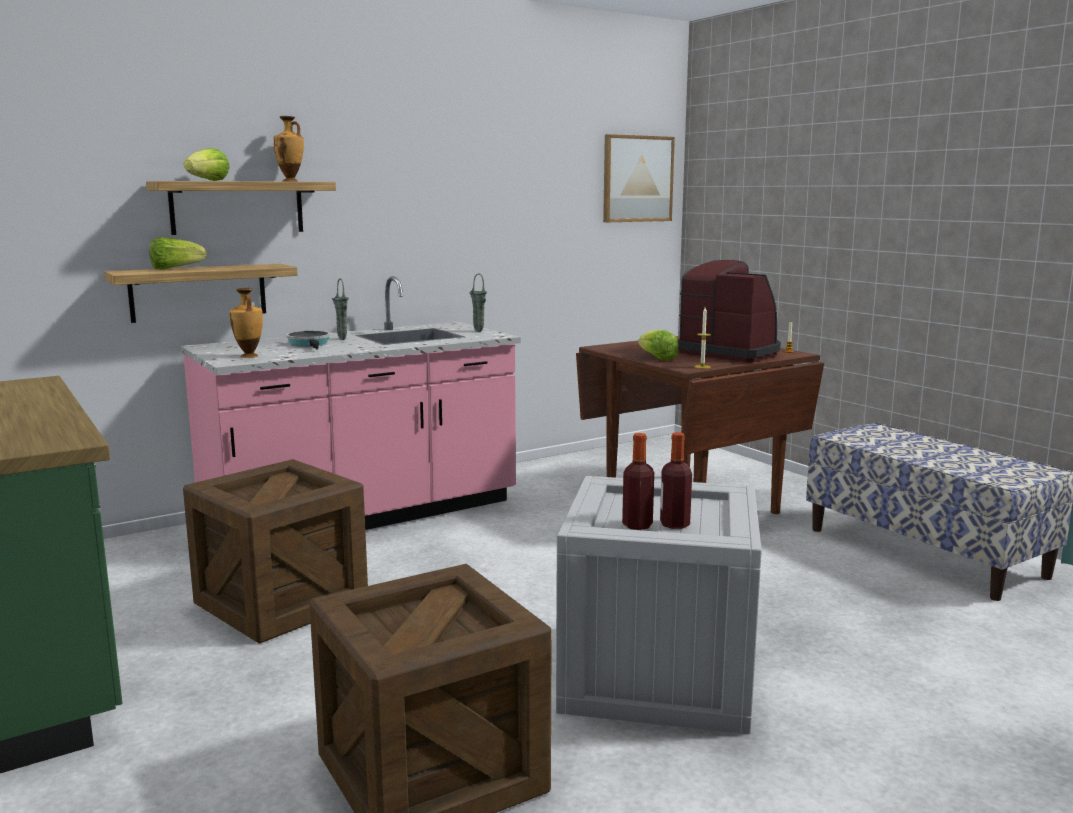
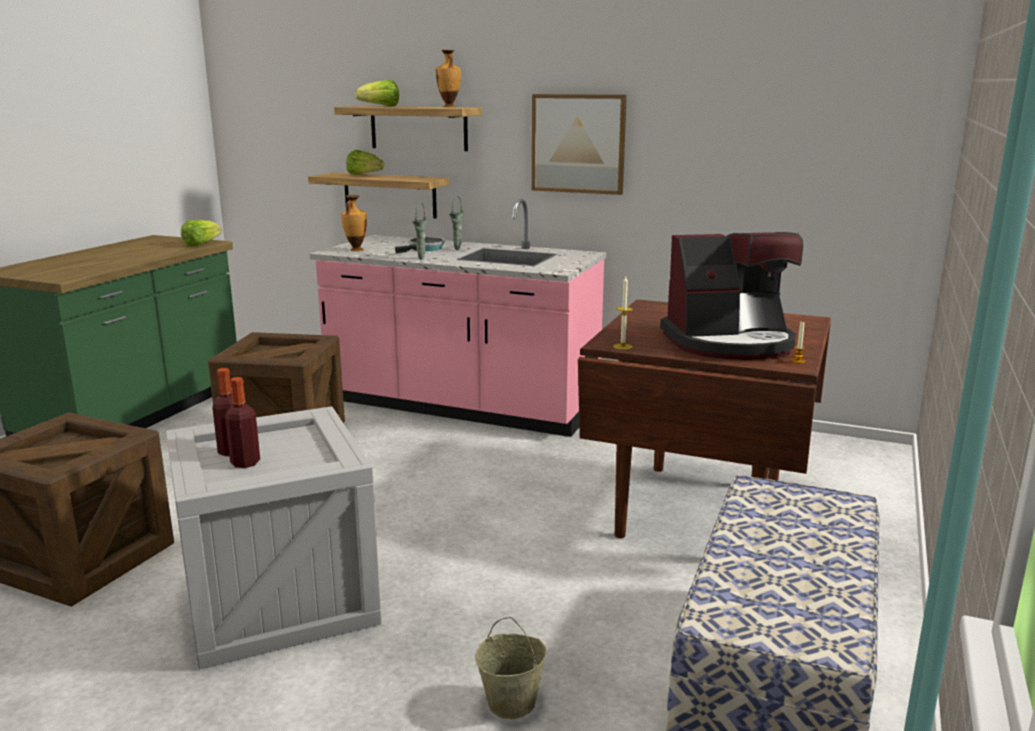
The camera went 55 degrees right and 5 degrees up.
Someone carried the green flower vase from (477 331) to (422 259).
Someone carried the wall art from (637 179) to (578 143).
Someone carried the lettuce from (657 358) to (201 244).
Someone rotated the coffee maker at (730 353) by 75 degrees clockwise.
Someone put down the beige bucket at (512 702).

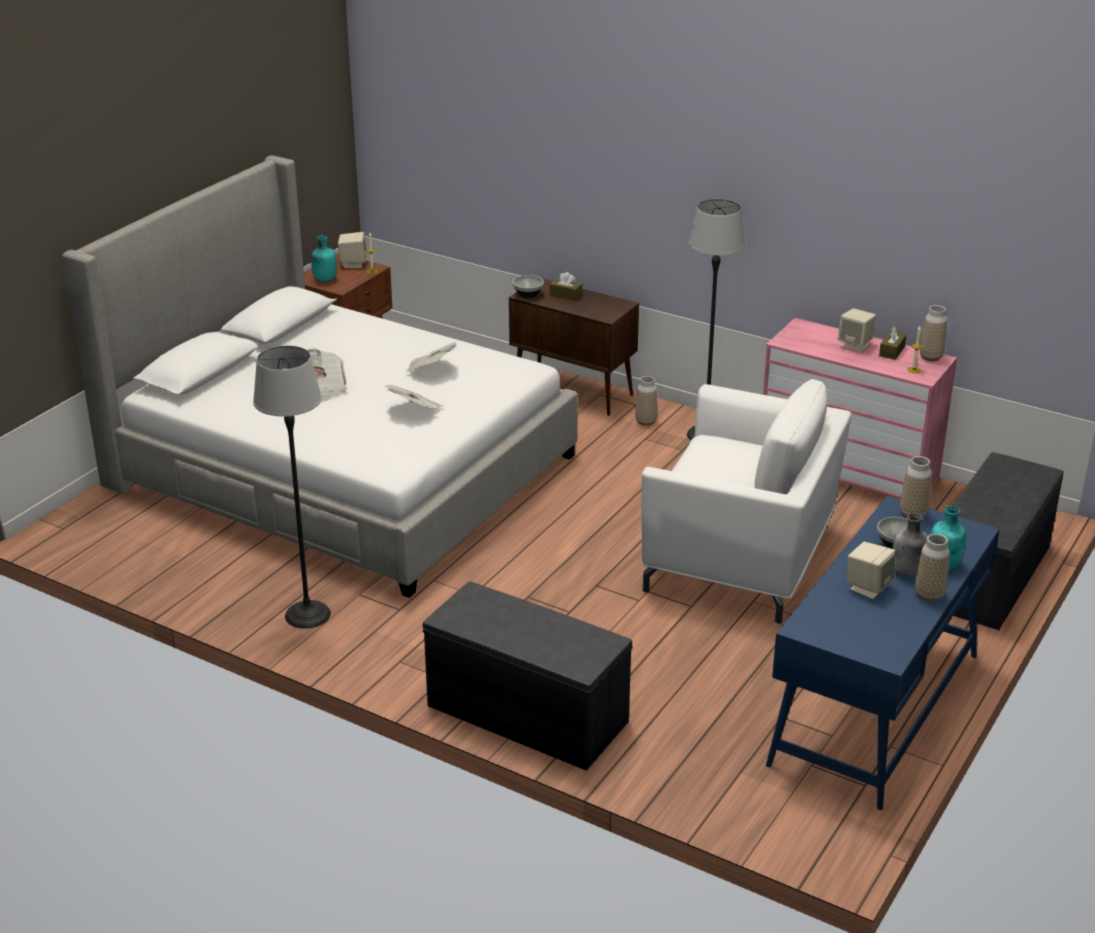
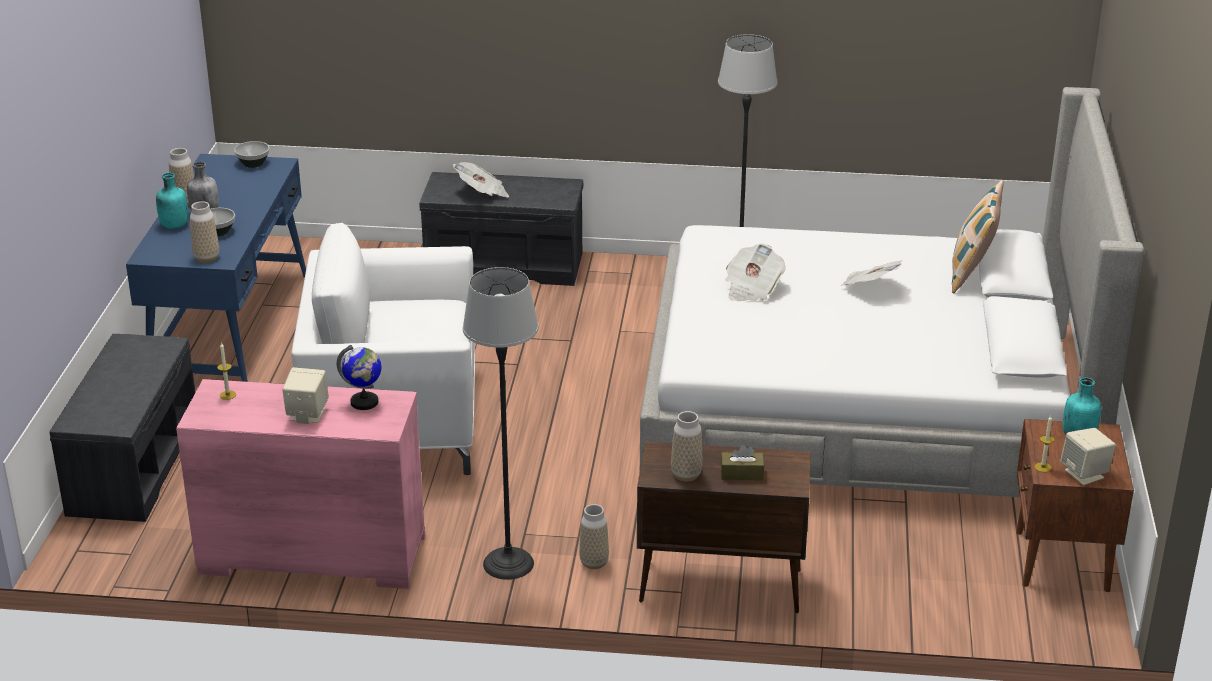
The camera went 155 degrees right and 0 degrees up.
Someone carried the newspaper from (431 369) to (482 193).
Someone carried the bowl from (528 295) to (253 164).
Someone took away the beige speaker at (868 587).
Someone took away the brownish tissue box at (892 351).
Someone carried the flower vase from (930 357) to (686 475).
Someone put down the desk globe at (364 402).
Someone put down the pillow at (972 274).

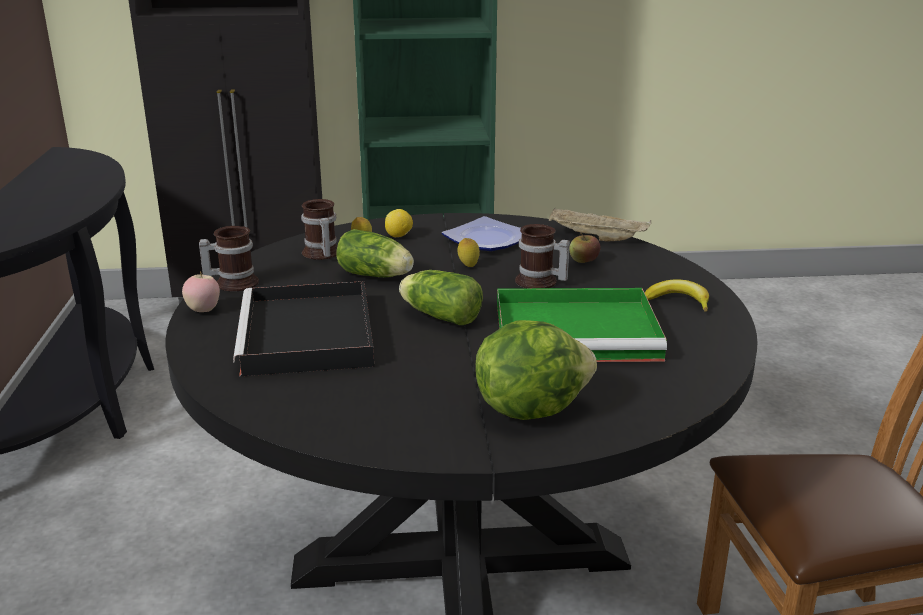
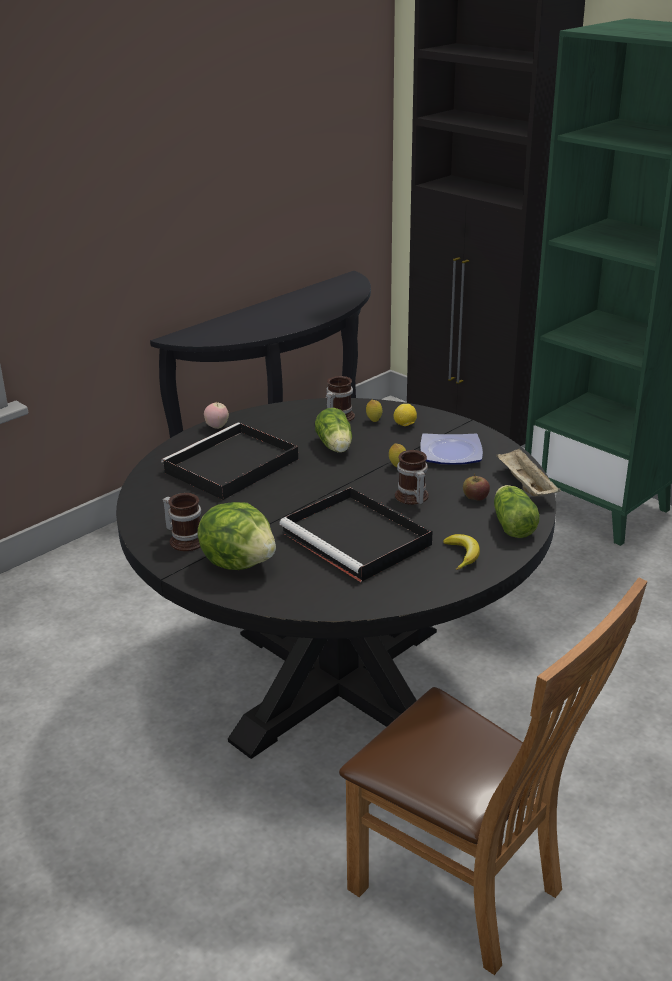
The camera went 50 degrees right and 5 degrees up.
Someone carried the tea mug from (233 282) to (186 539).
Someone carried the lettuce from (439 316) to (512 524).
Someone repainted the green tray at (579 332), which became the black-coloured tray at (358 539).

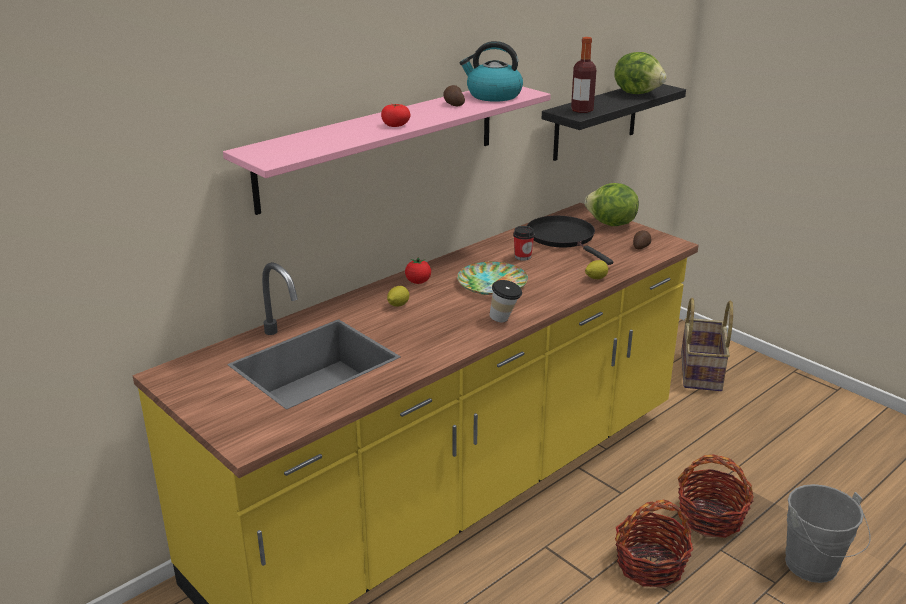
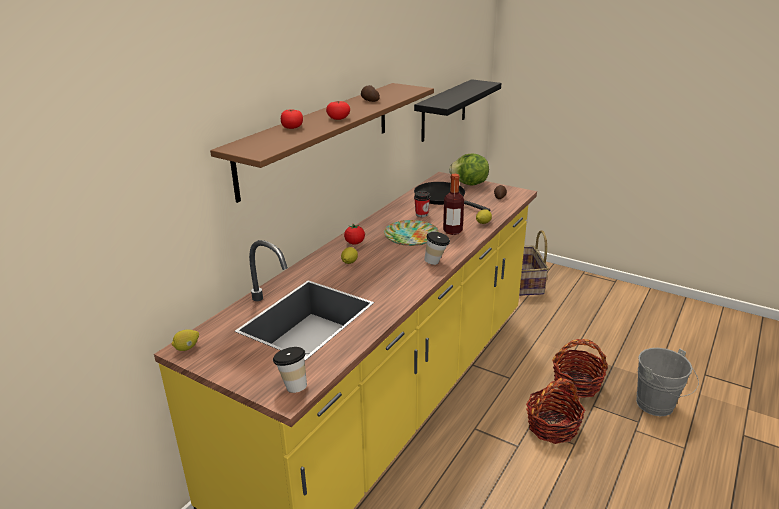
The camera went 15 degrees left and 0 degrees up.
Someone repainted the pink-coloured shelf at (381 144), which became the brownish shelf at (318 136).
Someone took away the tea kettle at (493 95).
Someone carried the beverage bottle from (582 110) to (452 231).
Someone took away the lettuce at (638 93).
Someone put down the citrus fruit at (187 348).
Someone put down the cup at (293 385).
Someone put down the tomato at (292 127).

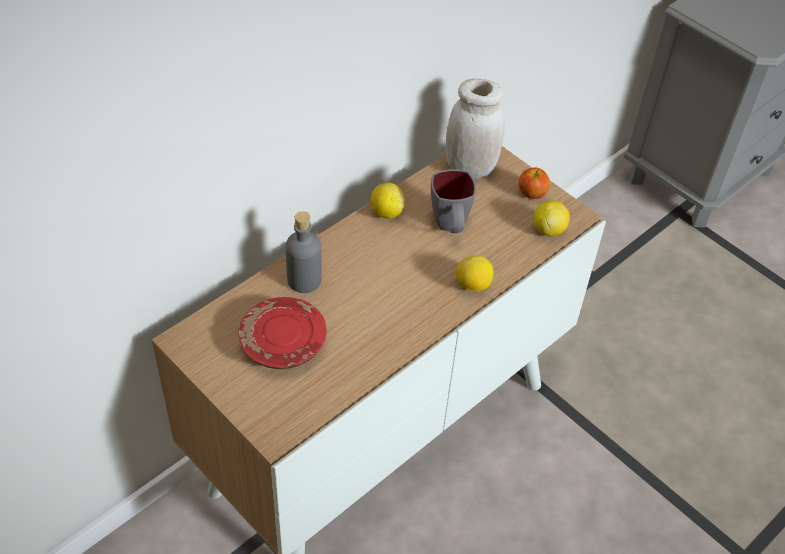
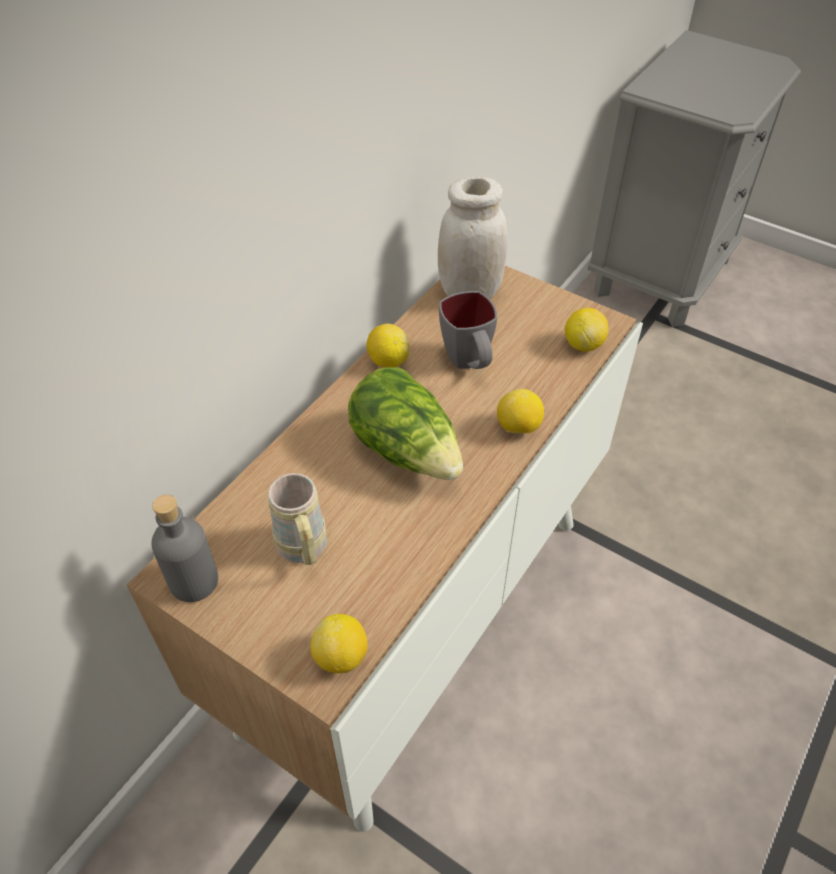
The camera went 10 degrees left and 0 degrees up.
Someone swapped the reddish plate at (283 343) for the beige tea mug at (304 552).
Someone carried the gray beverage bottle from (304 280) to (194 581).
Someone took away the apple at (531 193).
Someone put down the citrus fruit at (341 656).
Someone put down the lettuce at (407 450).

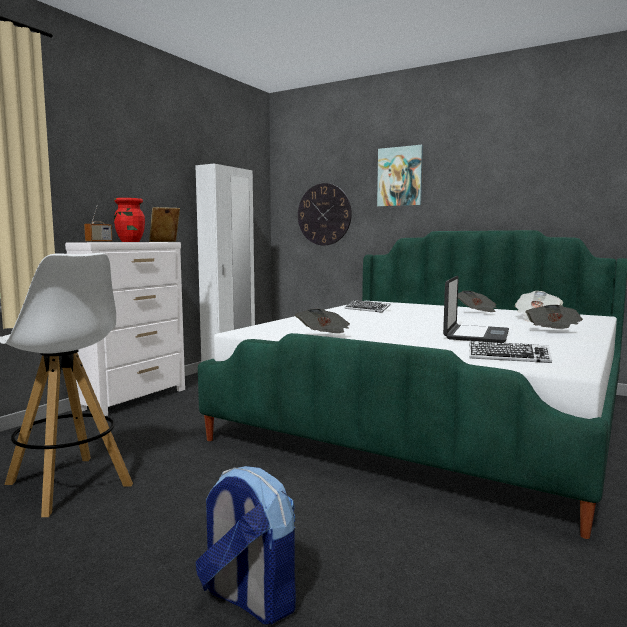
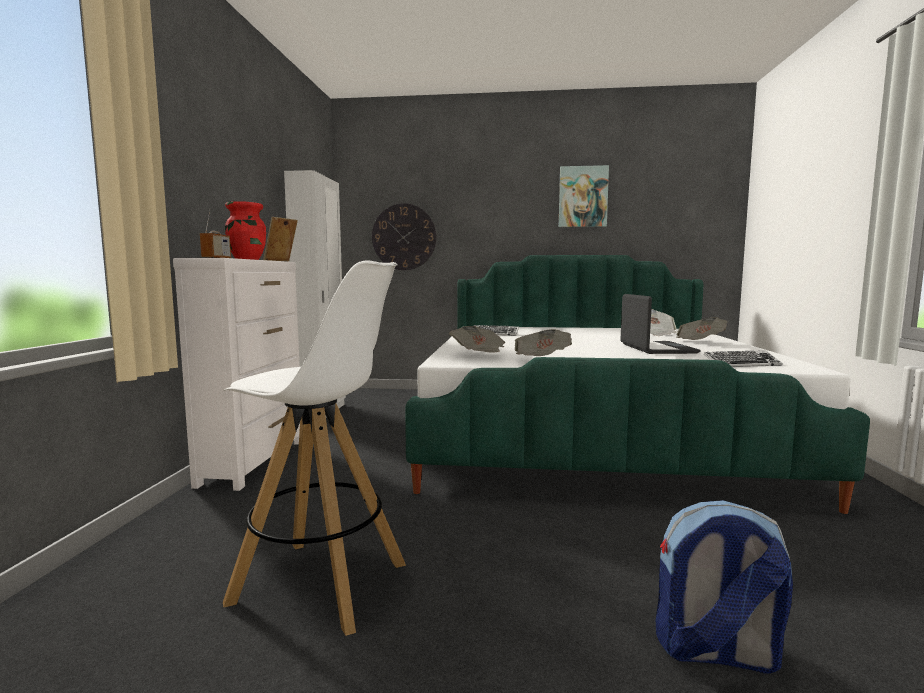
The camera went 25 degrees left and 0 degrees up.
Someone carried the wall art from (400 176) to (583 197).
Someone carried the newspaper from (477 313) to (479 356).

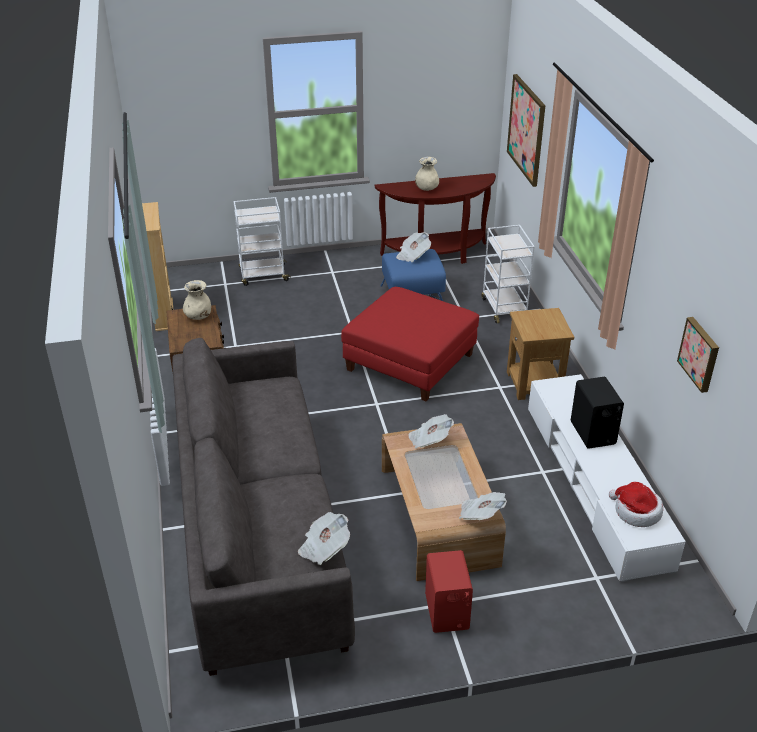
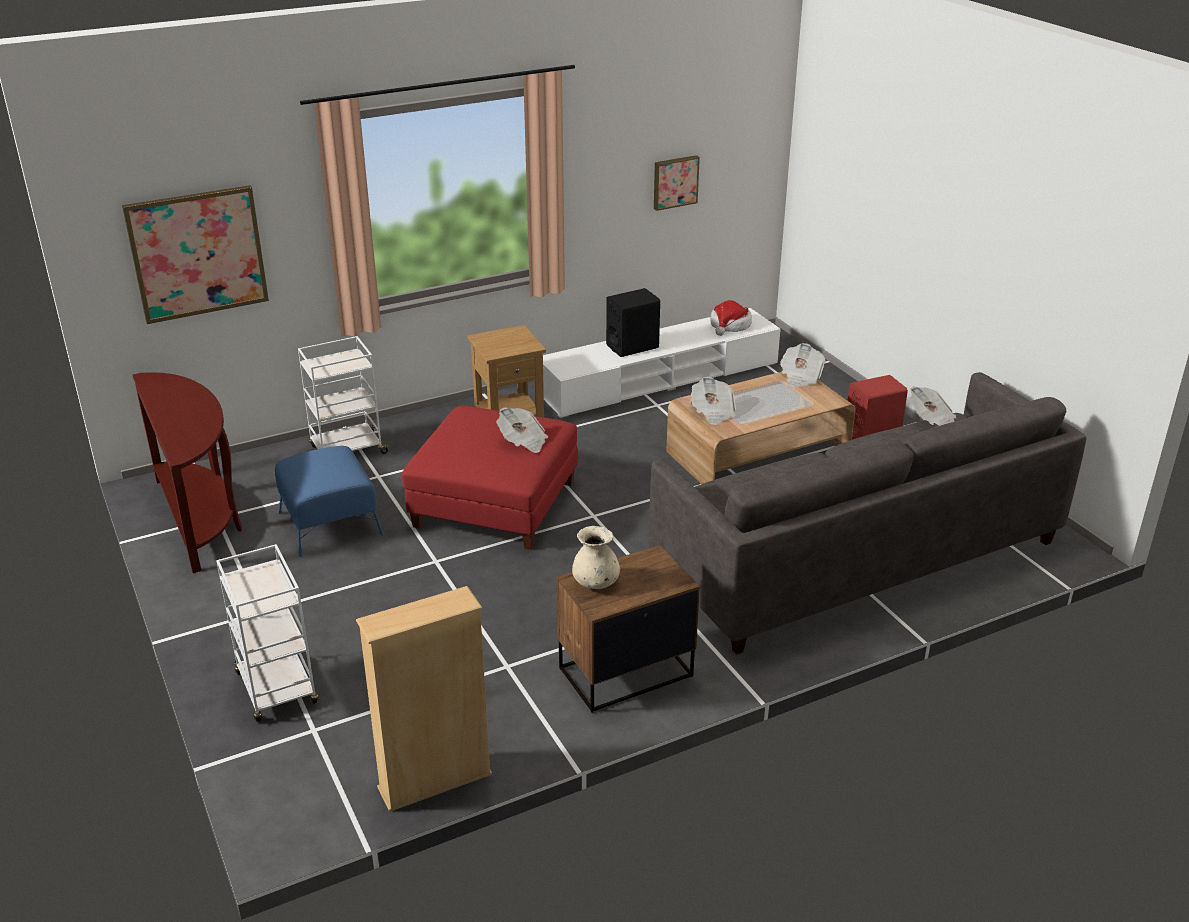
The camera went 105 degrees left and 5 degrees down.
Someone carried the newspaper from (413 255) to (523 442).
Someone took away the beige flower vase at (426 188).

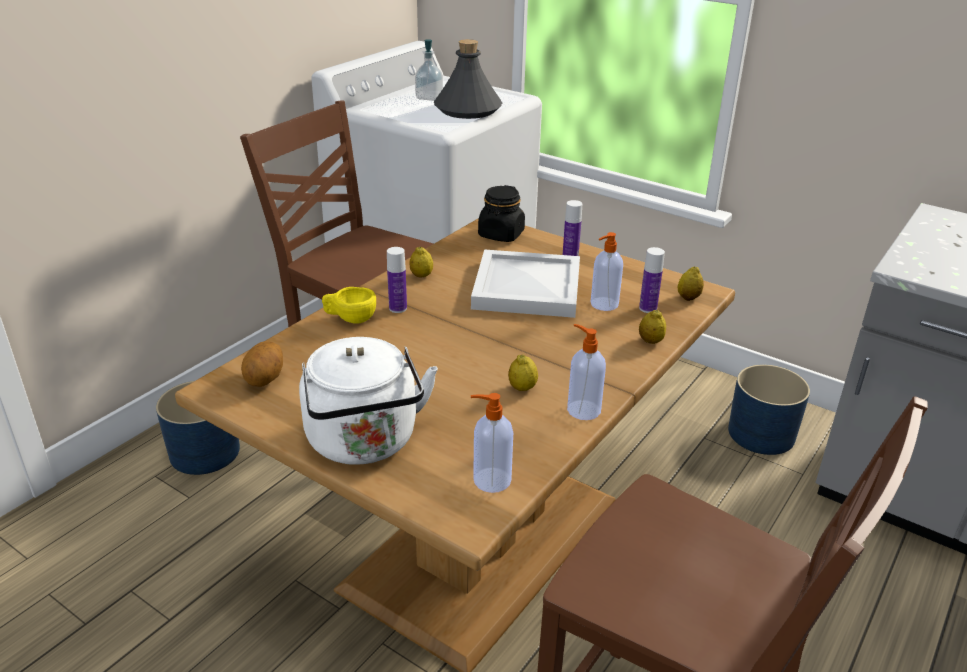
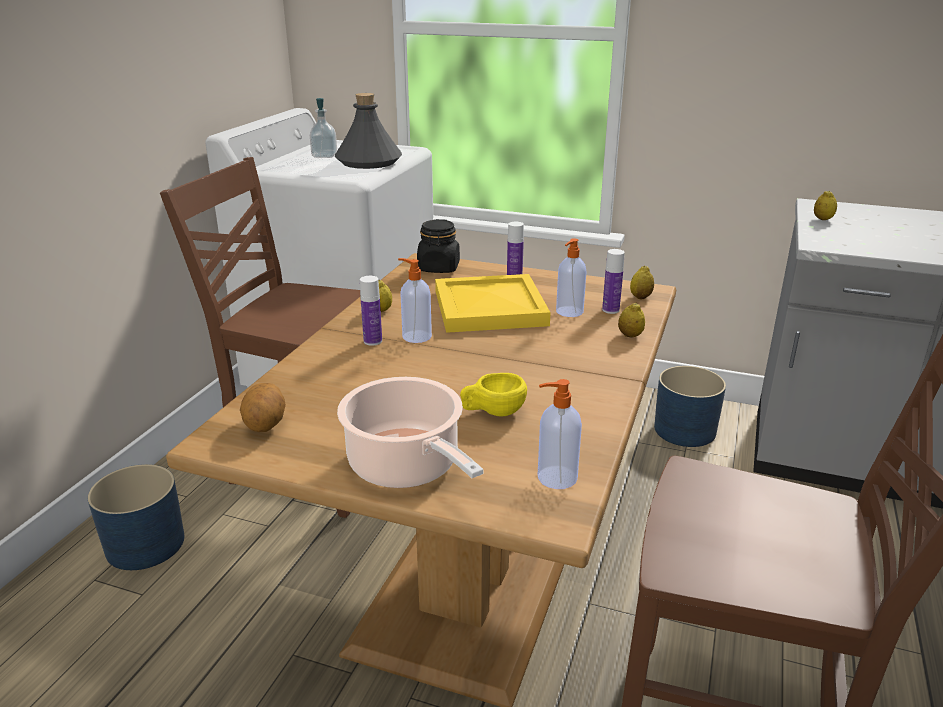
The camera went 15 degrees left and 5 degrees down.
Someone swapped the whitish tea kettle at (365 443) for the cooking pot at (407 466).
Someone carried the yellow cup from (350 319) to (493 412).
Someone repainted the whitish tray at (525 288), which became the yellow tray at (488 308).
Someone carried the citrus fruit from (522 388) to (822 219).
Someone carried the soap dispenser from (582 409) to (415 336).

